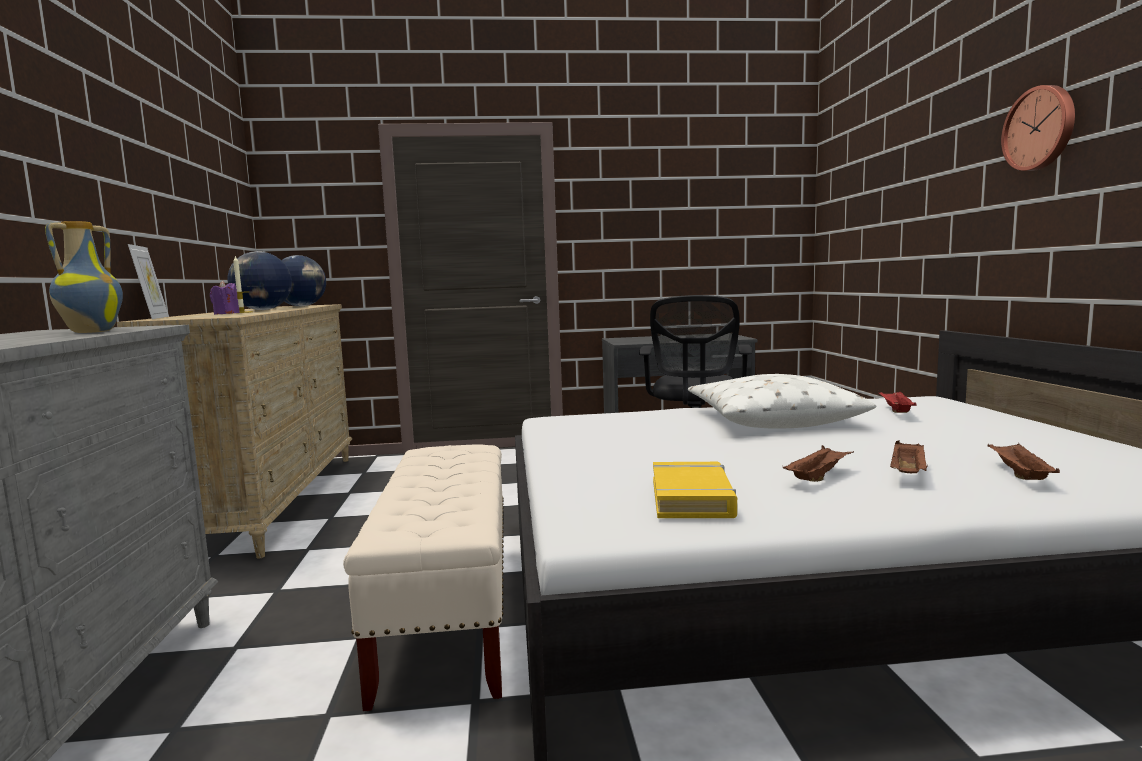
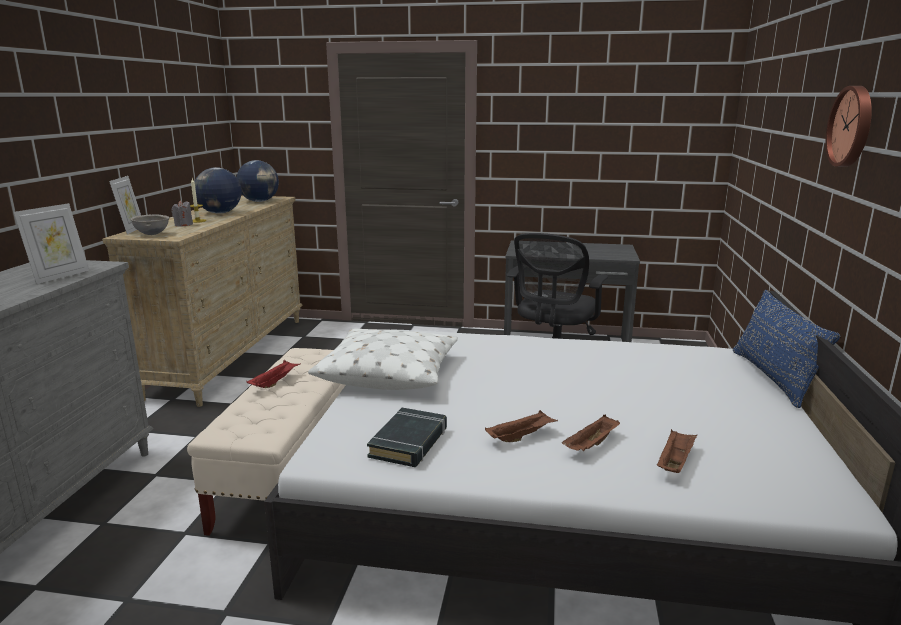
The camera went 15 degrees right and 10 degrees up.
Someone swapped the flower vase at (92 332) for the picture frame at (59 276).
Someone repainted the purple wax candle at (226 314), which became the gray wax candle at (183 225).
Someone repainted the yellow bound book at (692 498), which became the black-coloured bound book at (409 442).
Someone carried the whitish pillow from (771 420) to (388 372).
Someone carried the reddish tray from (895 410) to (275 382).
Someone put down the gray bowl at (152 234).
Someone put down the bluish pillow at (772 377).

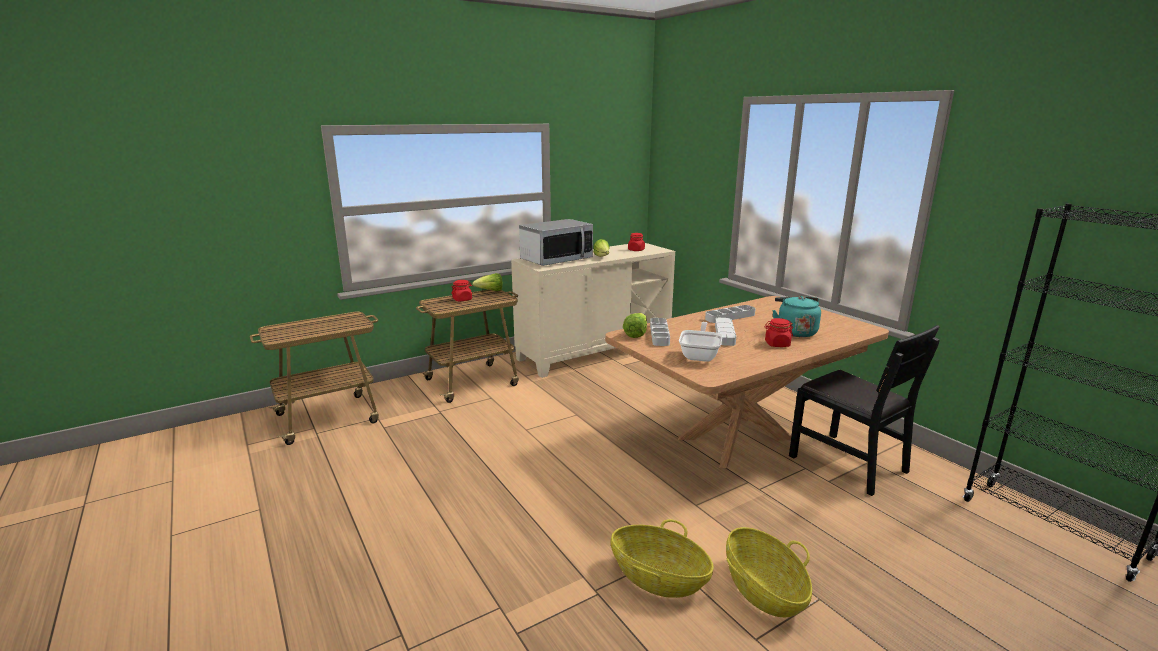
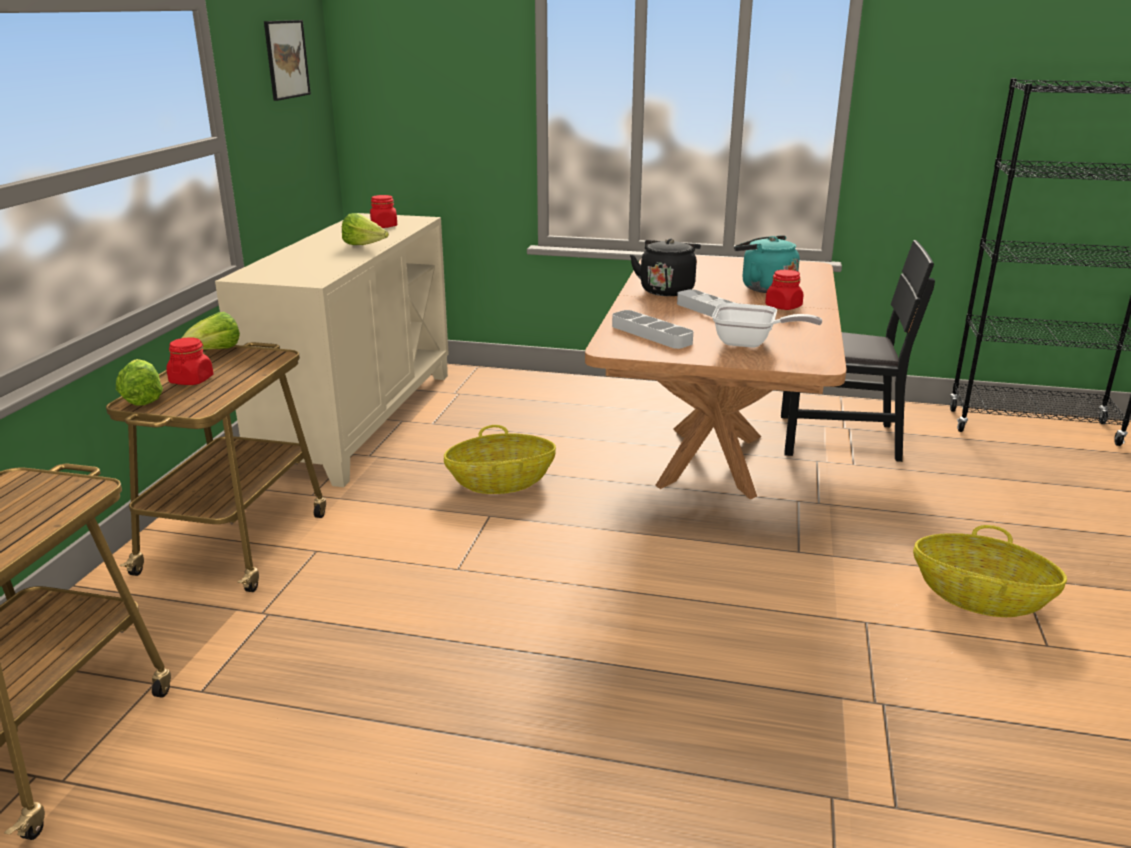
The camera went 45 degrees left and 5 degrees up.
Someone took away the microwave oven at (556 260).
Someone carried the storage basket from (658 578) to (501 482).
Someone carried the lettuce from (636 334) to (142 398).
Someone rotated the pan at (700 355) by 135 degrees clockwise.
Someone swapped the gray tray at (730 317) for the black-coloured tea kettle at (667 290).
Someone put up the wall art at (286 59).

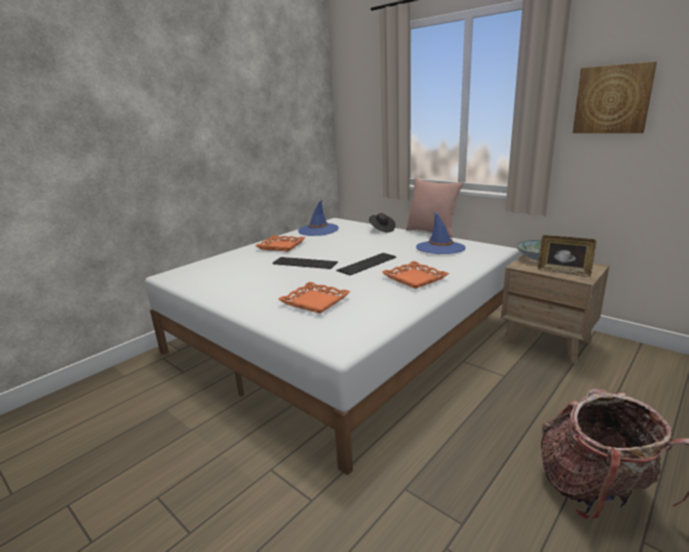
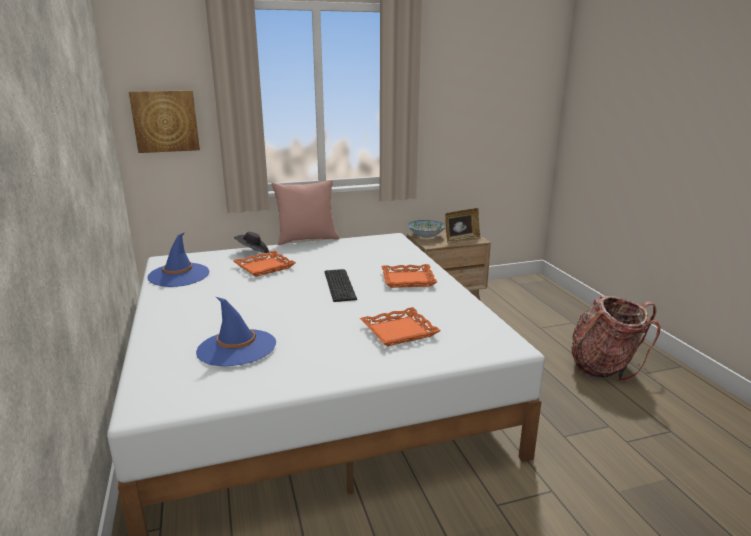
The camera went 60 degrees left and 0 degrees up.
Someone carried the orangey tray from (281 246) to (264 267).
Someone took away the computer keyboard at (304 262).
Someone carried the bluish clothing hat from (440 248) to (236 348).
Someone carried the wall art from (612 99) to (165 121).

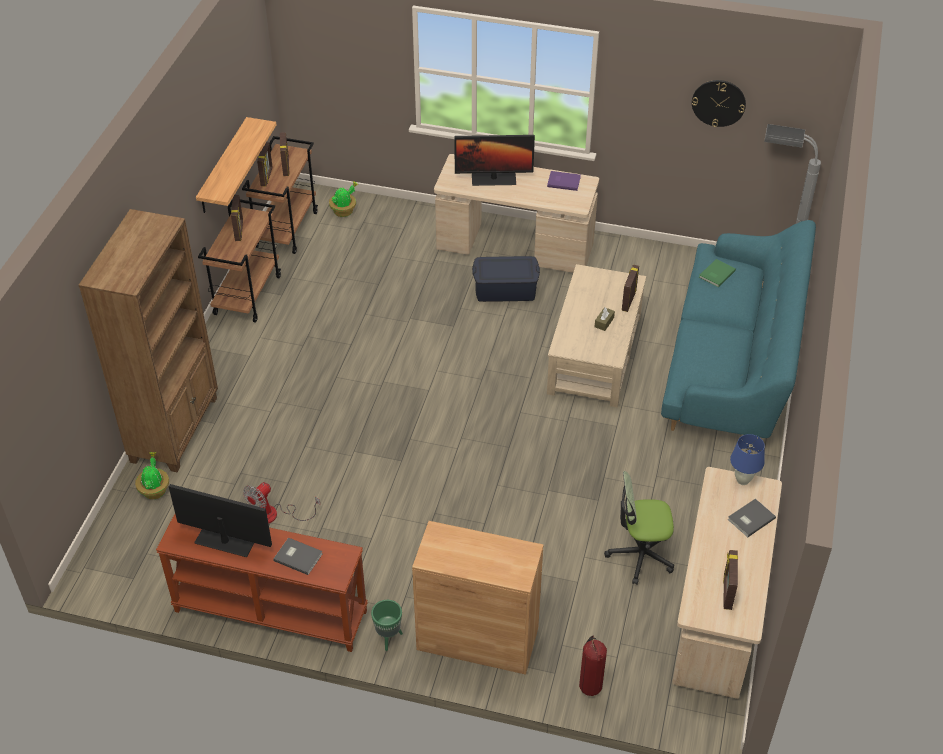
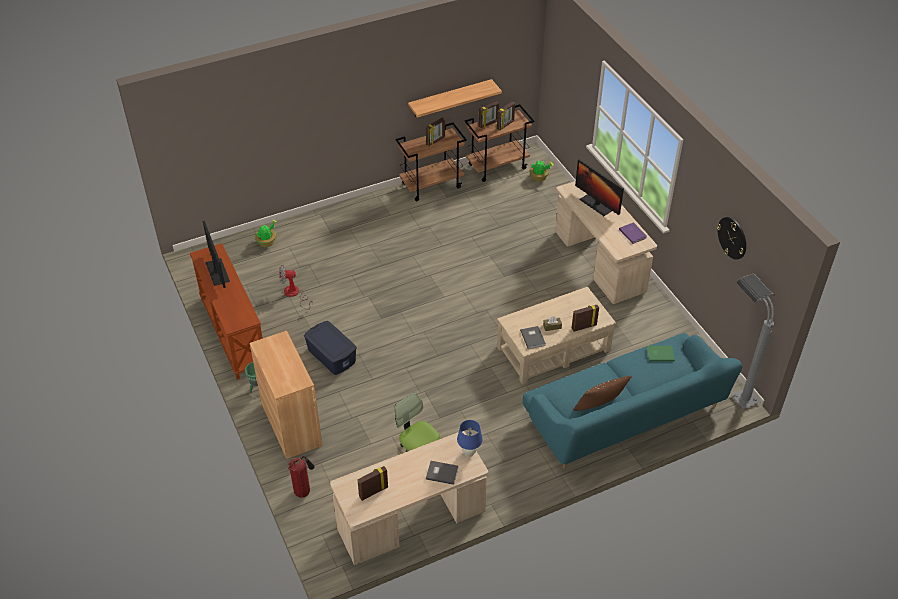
The camera went 50 degrees right and 0 degrees up.
Someone took away the brownish bookshelf at (175 429).
Someone carried the gray bound book from (298 556) to (533 337).
Someone carried the bluish storage bin from (505 289) to (331 355).
Someone put down the brownish pillow at (599 407).

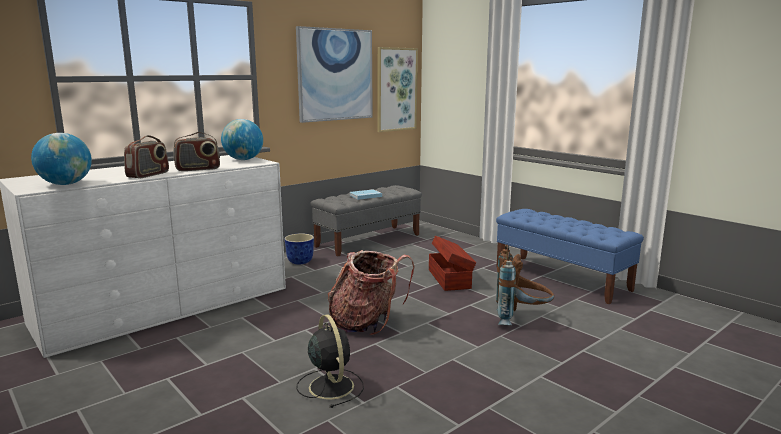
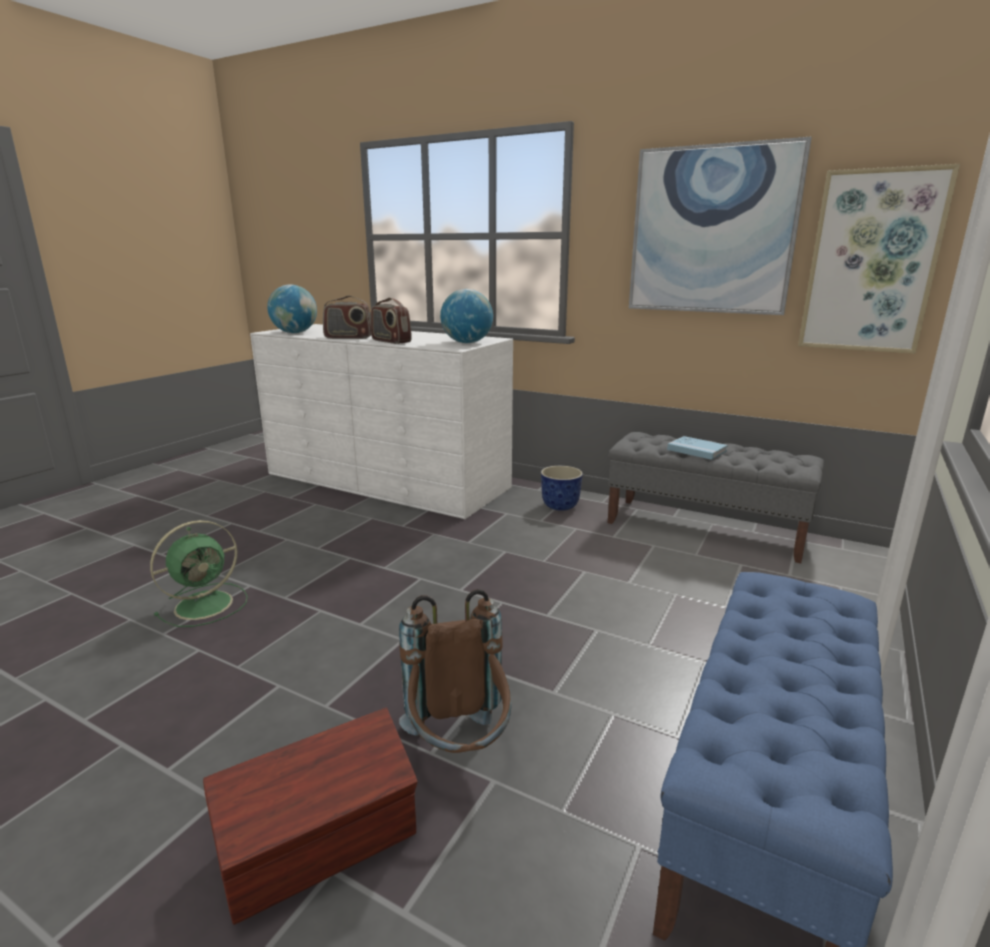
The camera went 70 degrees right and 5 degrees up.
Someone repainted the black-coloured fan at (330 385), which became the green fan at (206 604).
Someone took away the rucksack at (367 323).
Someone carried the brownish storage bin from (450 278) to (321 845).

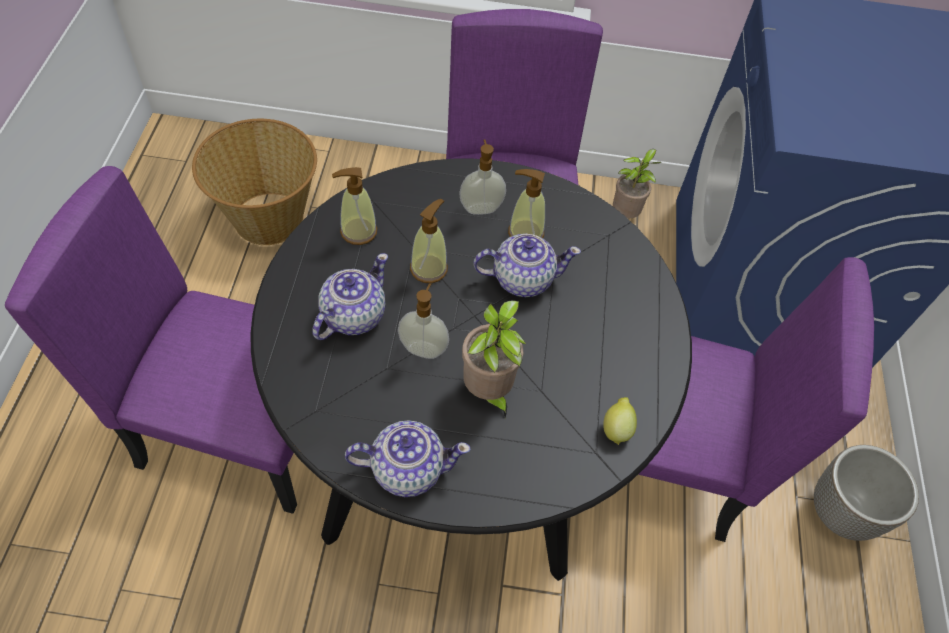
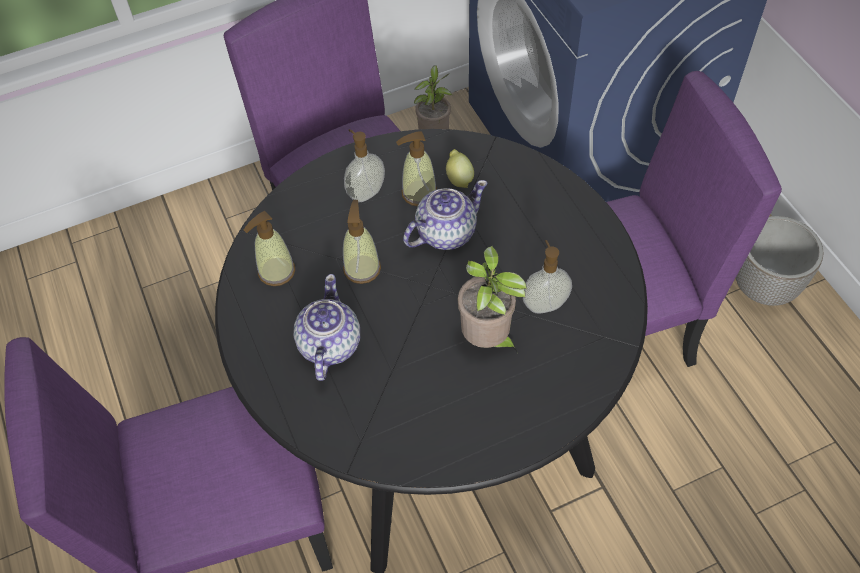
The camera went 25 degrees left and 0 degrees up.
Someone took away the storage basket at (268 217).
Someone took away the teapot at (406 468).
Someone carried the soap dispenser from (423 348) to (544 304).
Someone carried the citrus fruit from (616 428) to (459 179).

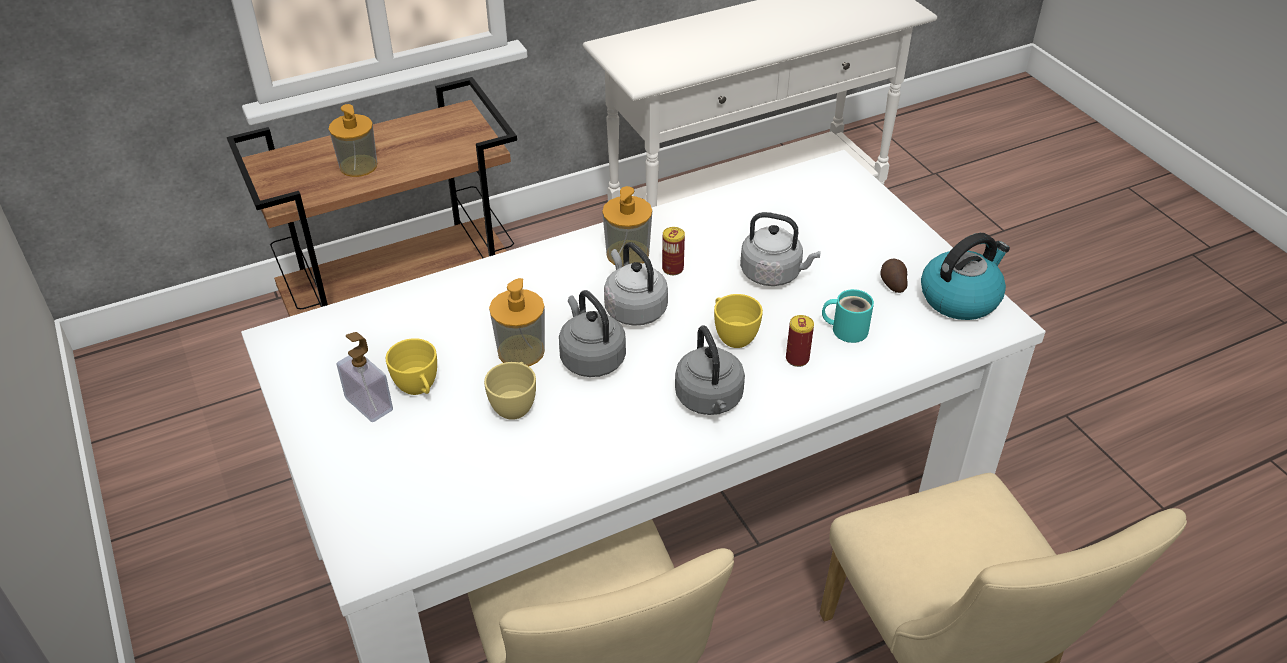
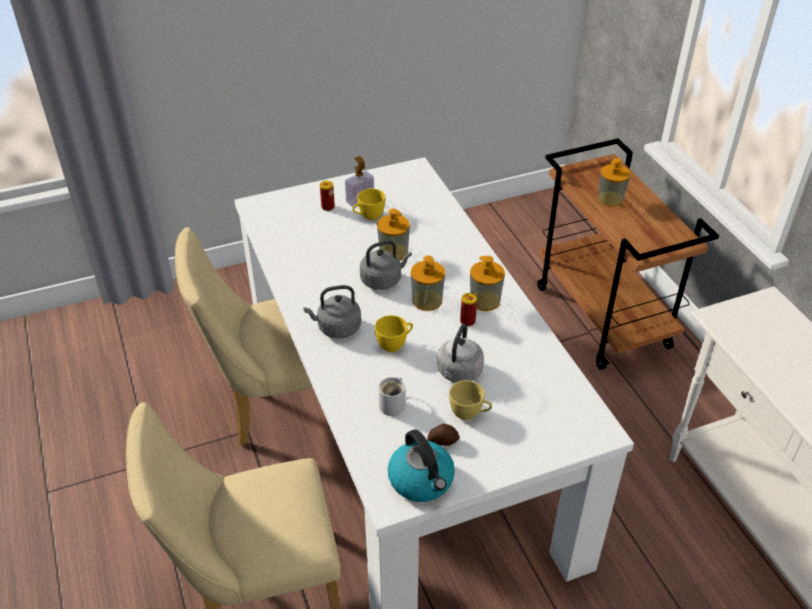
The camera went 95 degrees right and 0 degrees up.
Someone carried the yellow cup from (515 405) to (469 413).
Someone swapped the gray tea kettle at (634 308) for the soap dispenser at (427 300).
Someone carried the can from (797 359) to (328 207).
Someone repainted the turquoise-coloured tea mug at (846 329), which became the whitish tea mug at (394 404).

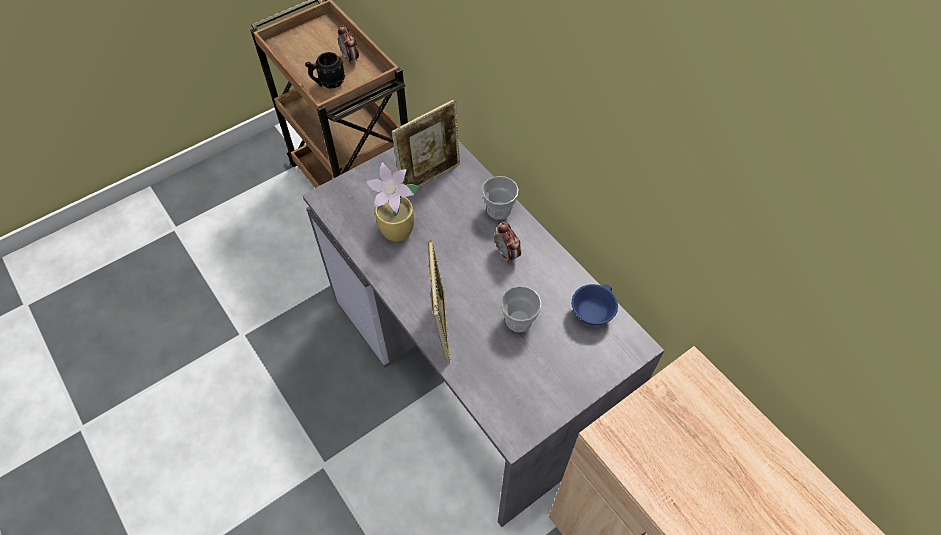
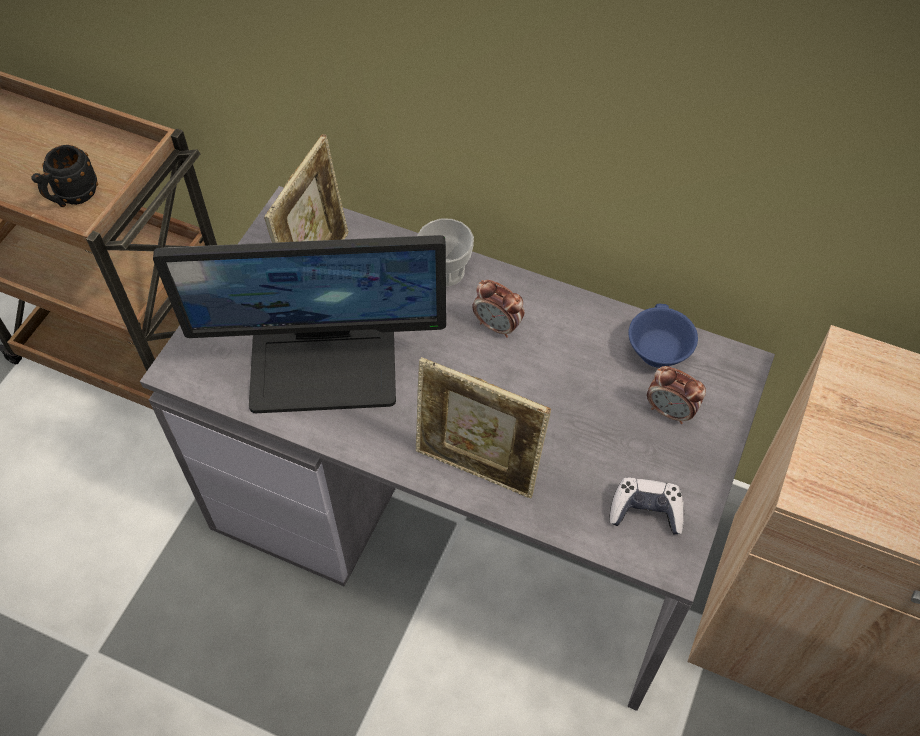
The camera went 30 degrees left and 0 degrees up.
Someone carried the bedside clock from (350 58) to (670 411).
Someone swapped the potted plant at (398 231) for the computer display at (324 366).
Someone rotated the picture frame at (441 327) by 150 degrees clockwise.
Someone took away the cup at (518 320).
Someone put down the game controller at (646 511).

